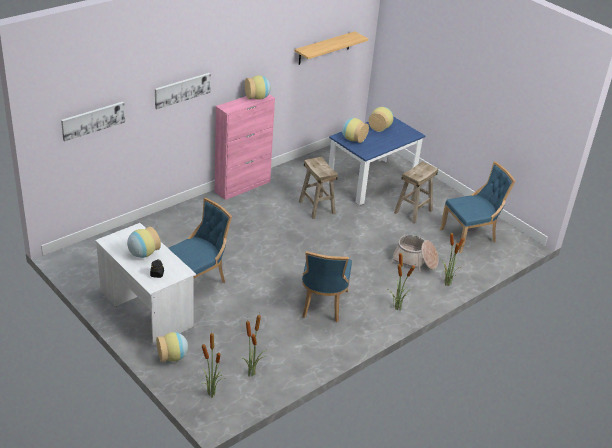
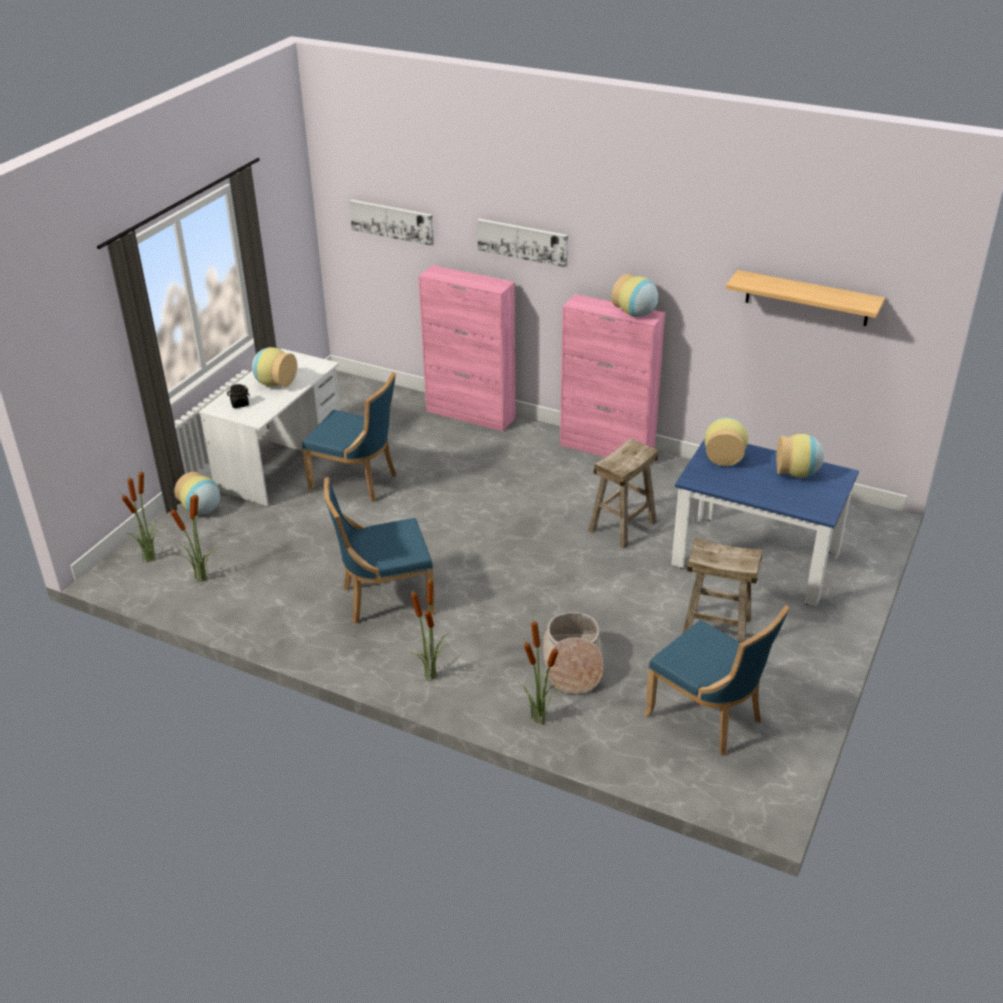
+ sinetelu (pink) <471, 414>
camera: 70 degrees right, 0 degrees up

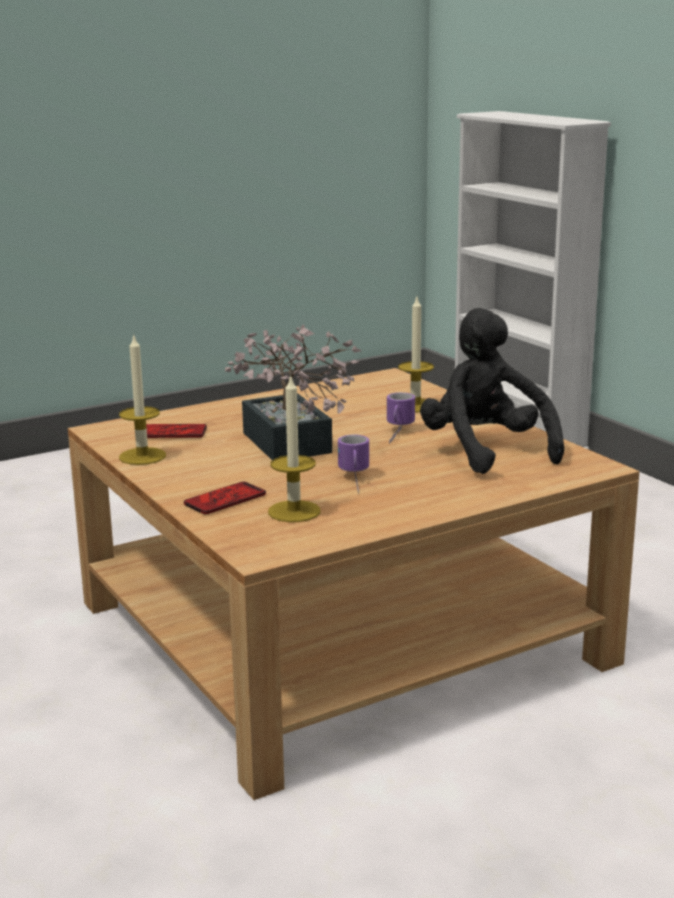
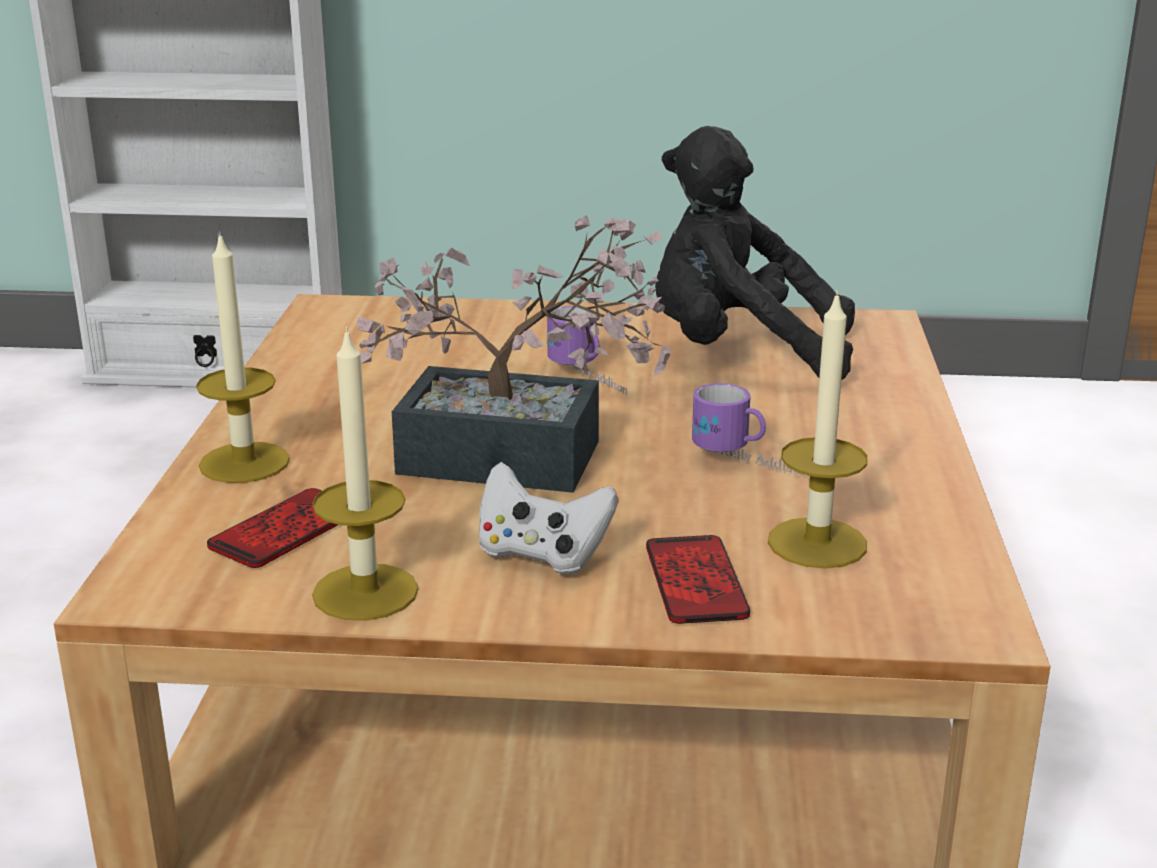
+ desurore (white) <542, 555>
~ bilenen <415, 405> to <244, 463>
camera: 55 degrees left, 5 degrees up

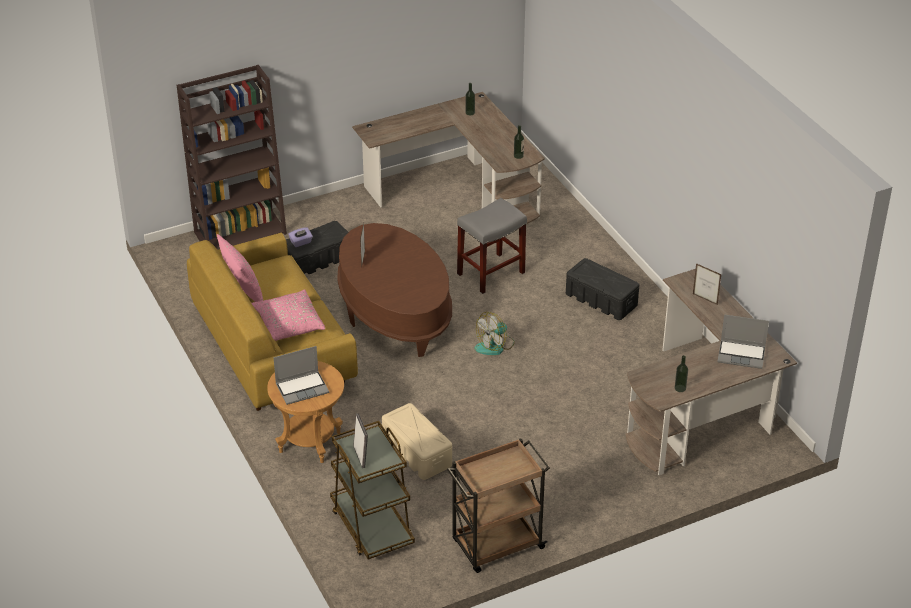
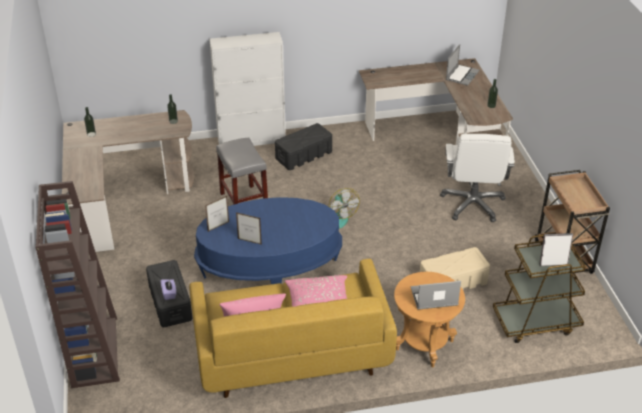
+ sinetelu (white) <252, 140>
+ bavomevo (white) <473, 204>
~ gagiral <705, 299> to <218, 226>
~ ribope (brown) <394, 312> to ribope (blue) <269, 265>
~ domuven <302, 388> = <433, 298> 90 degrees counterclockwise
camera: 75 degrees left, 0 degrees up

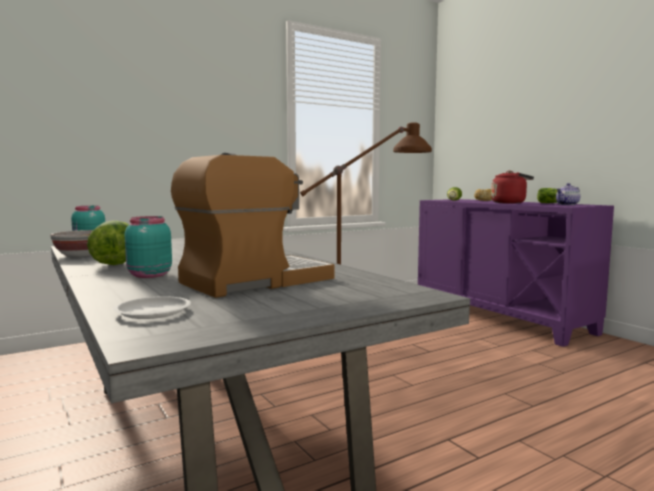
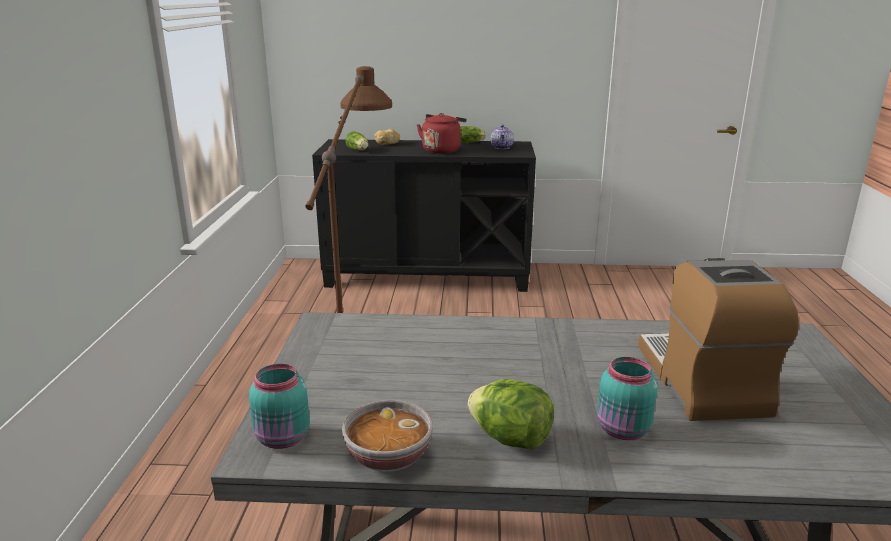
- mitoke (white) <153, 312>
~ sinetelu (purple) <500, 317> to sinetelu (black) <428, 275>
camera: 55 degrees left, 15 degrees up

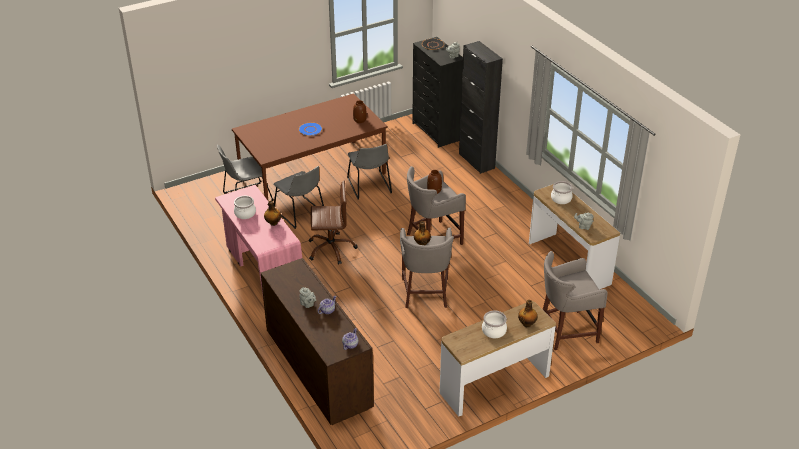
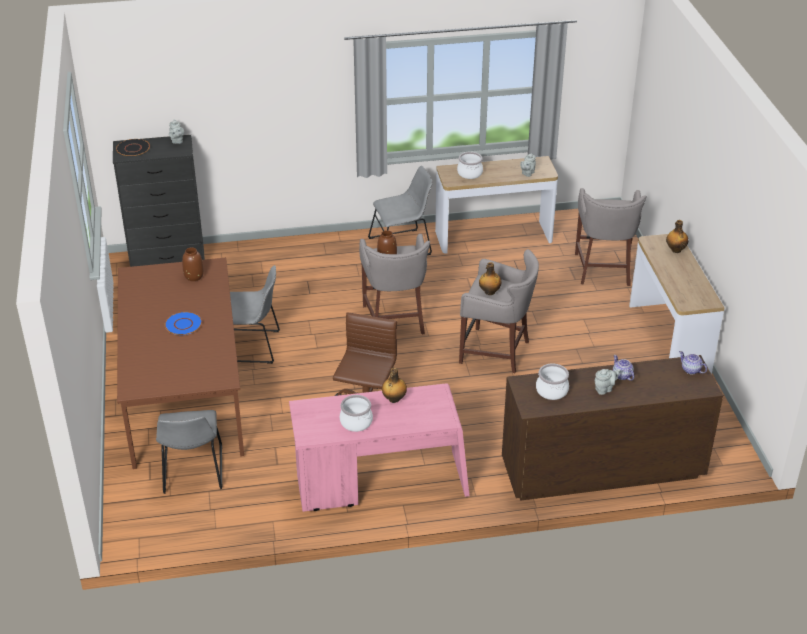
- sinetelu (black) <476, 161>
~ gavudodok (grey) <300, 213> to <402, 246>
~ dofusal <493, 331> to <551, 391>
camera: 70 degrees left, 0 degrees up

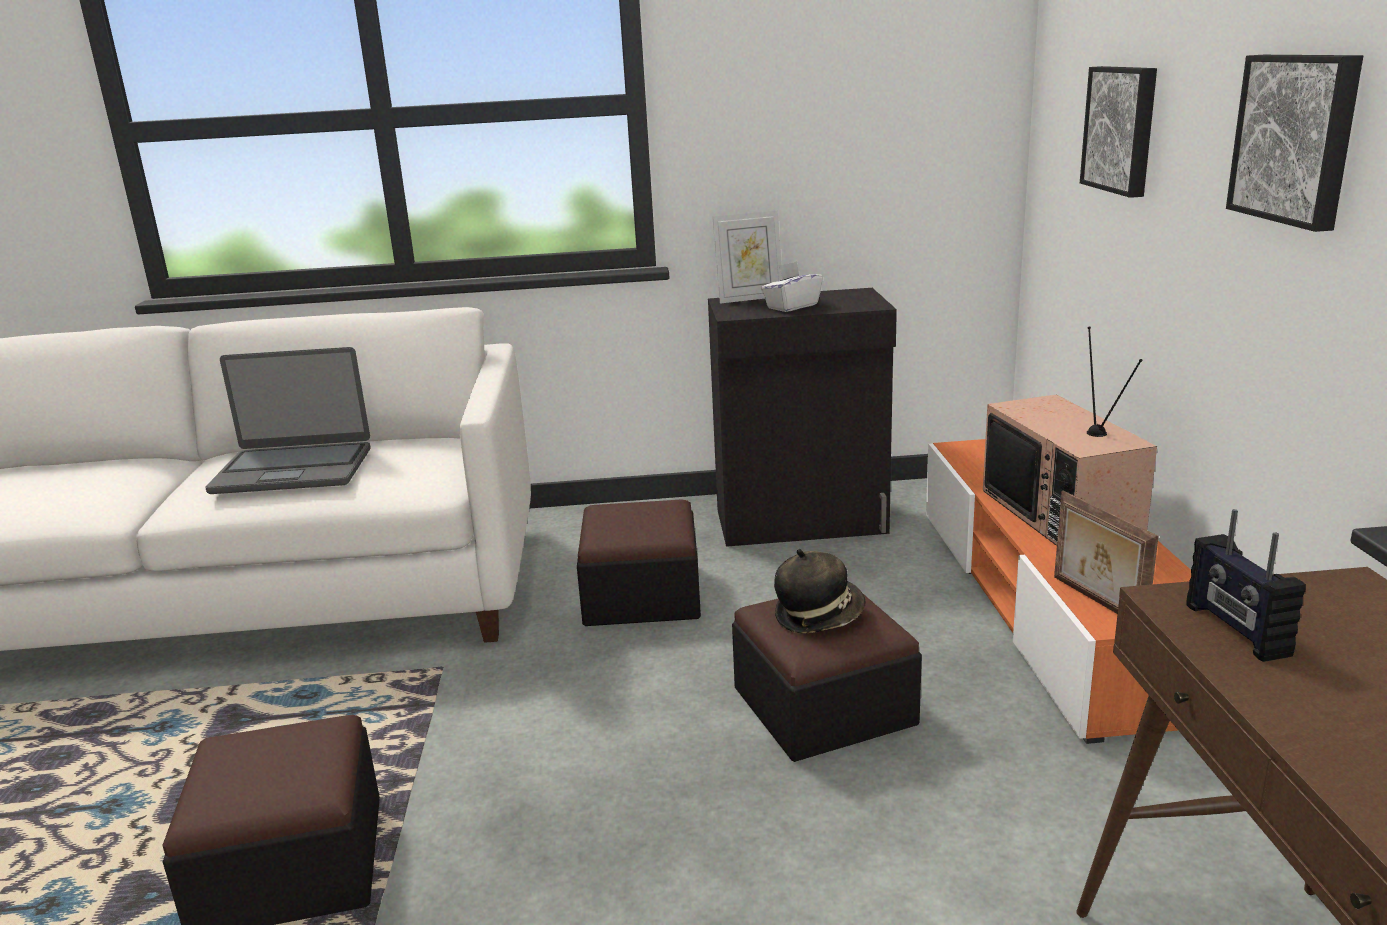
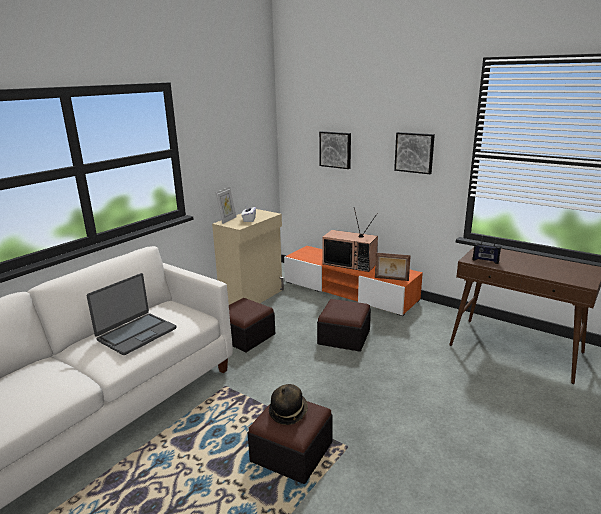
~ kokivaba <818, 616> to <288, 412>
~ sinetelu (black) <802, 522> to sinetelu (beige) <253, 297>
camera: 50 degrees left, 0 degrees up

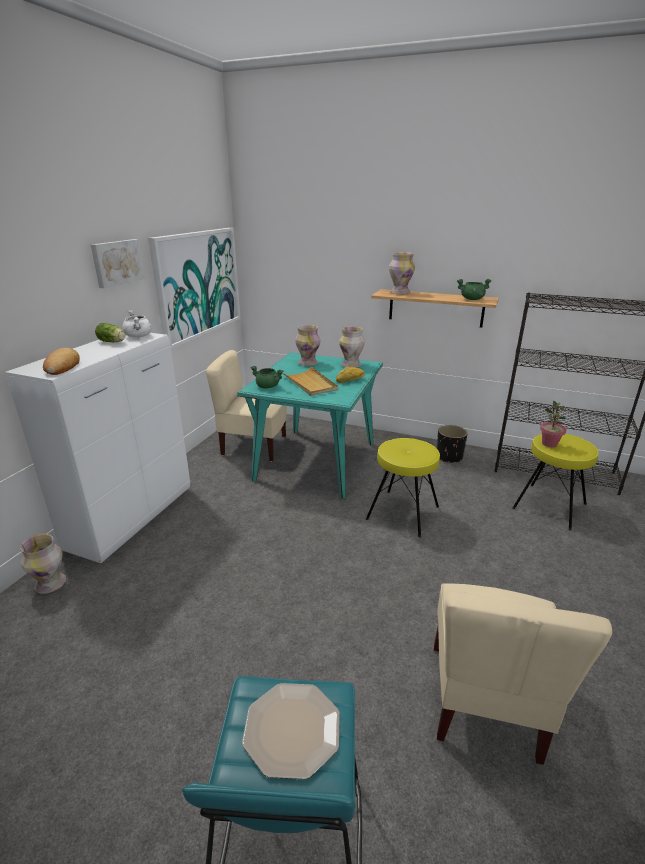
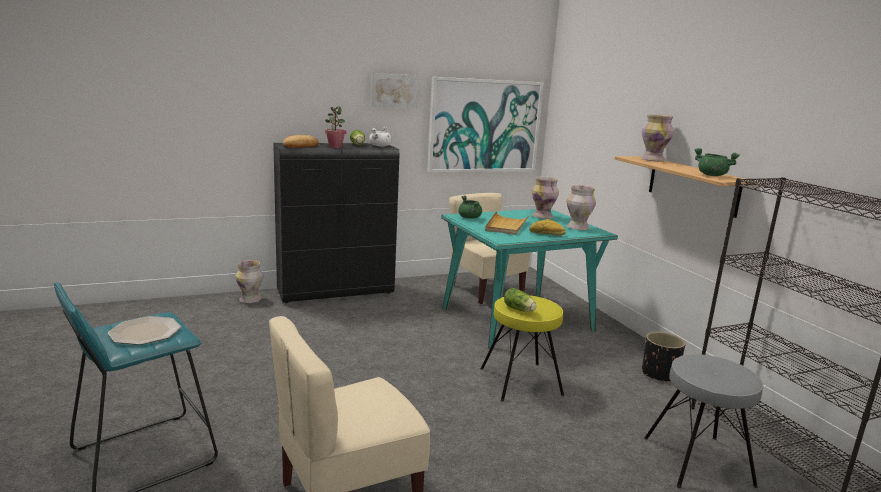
+ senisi <520, 310>
~ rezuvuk <549, 444> to <335, 147>
~ sinetelu (white) <133, 517> to sinetelu (black) <336, 292>
~ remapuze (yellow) <550, 506> to remapuze (grey) <698, 461>
camera: 45 degrees right, 10 degrees down

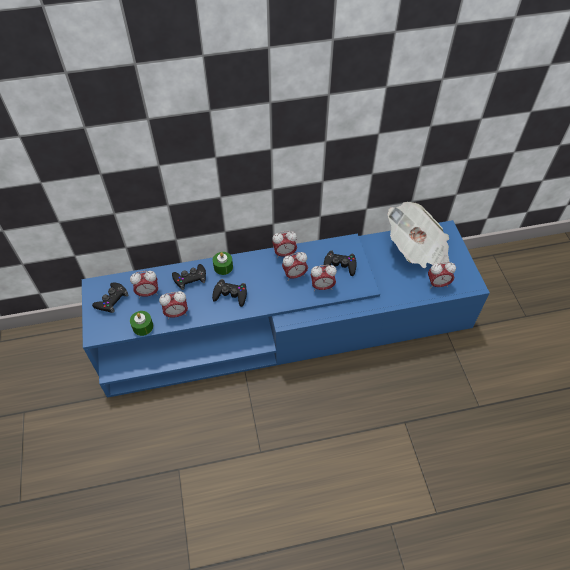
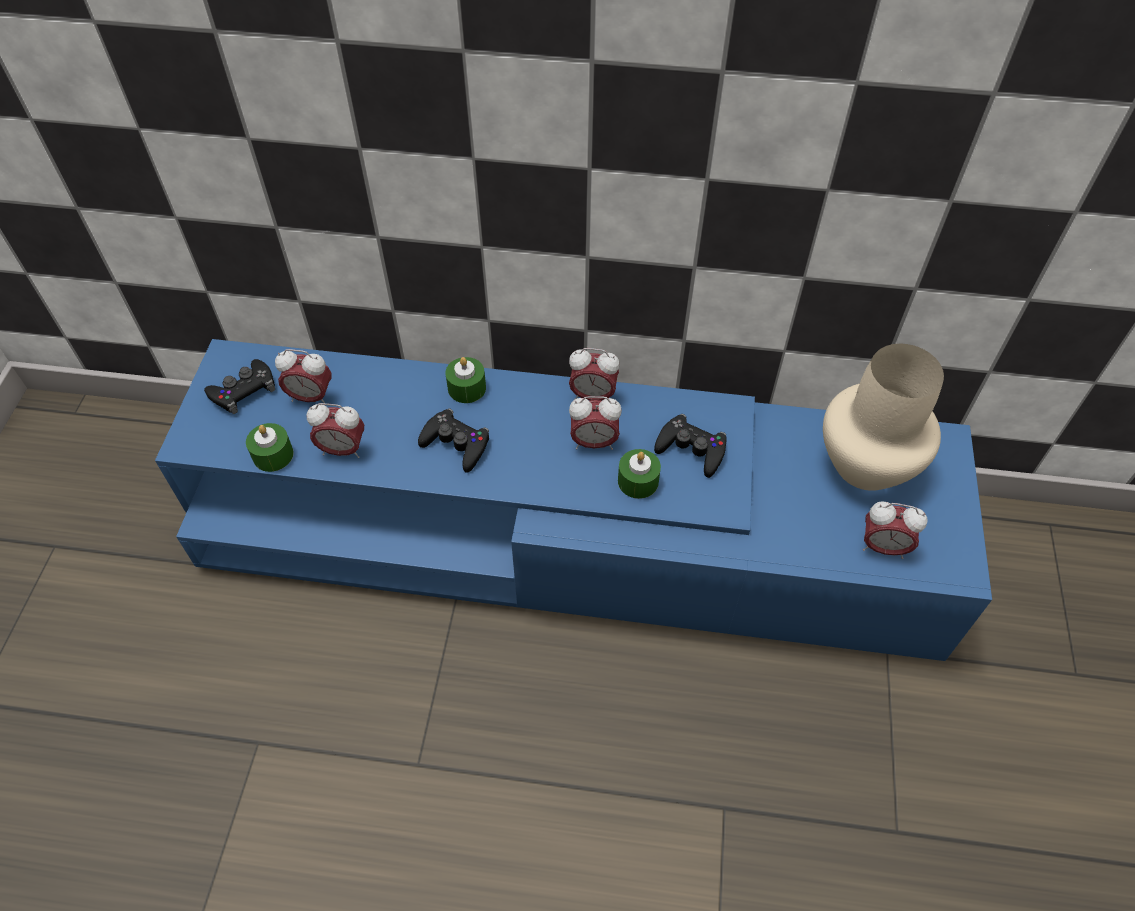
- desurore (black) <190, 278>
~ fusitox <322, 287> to bilenen (green) <638, 481>
~ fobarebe <417, 250> to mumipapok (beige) <868, 464>
camera: 20 degrees right, 0 degrees up

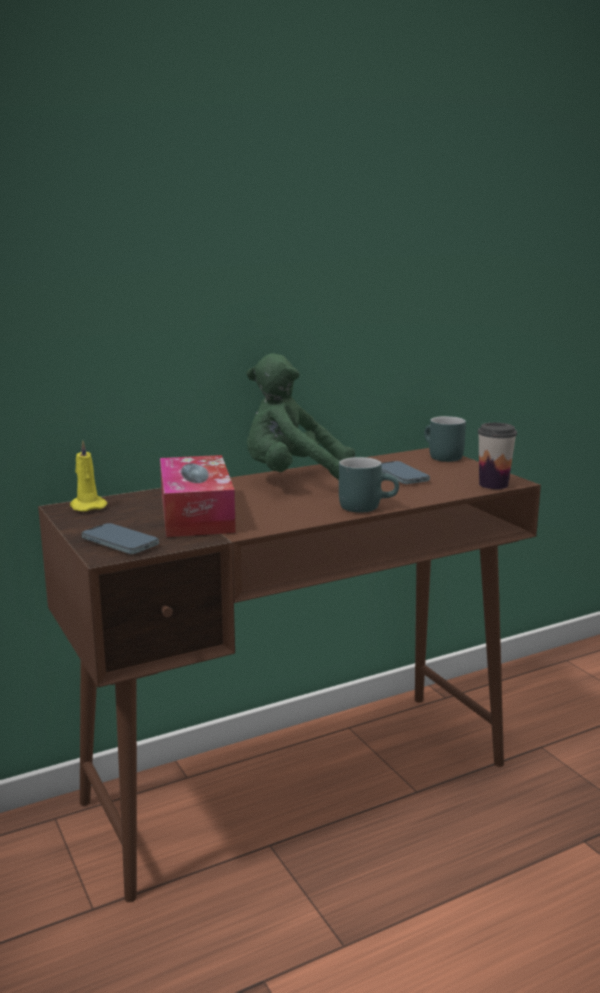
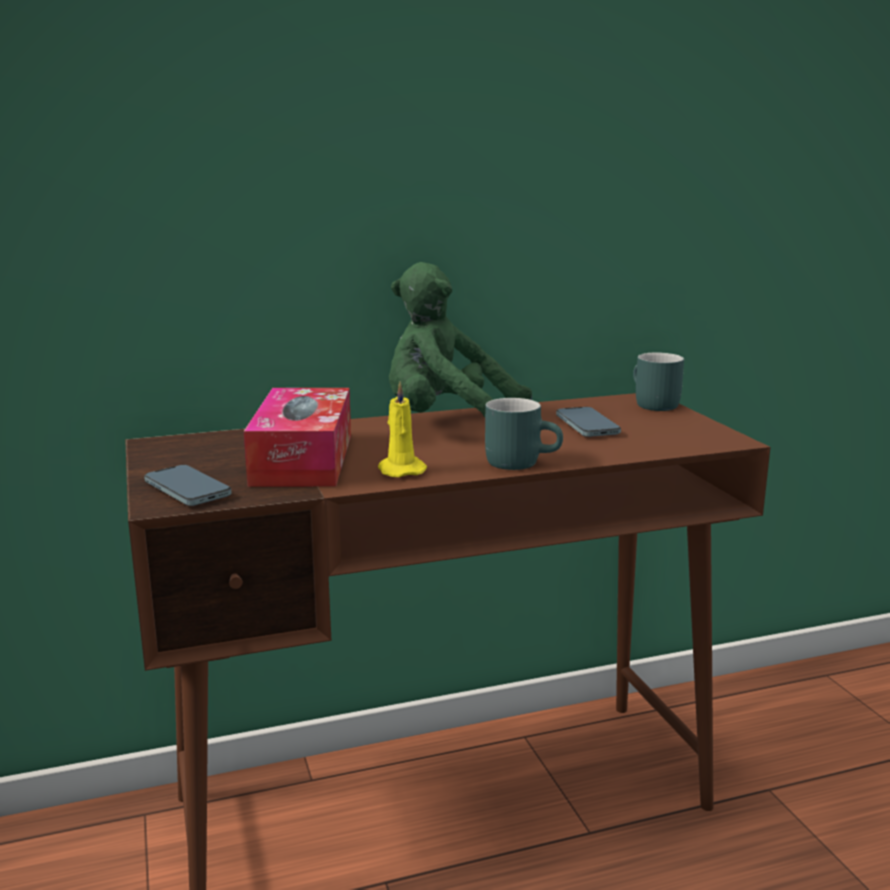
- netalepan <493, 484>
~ bilenen (yellow) <87, 506> to <400, 470>
camera: 10 degrees right, 0 degrees up

